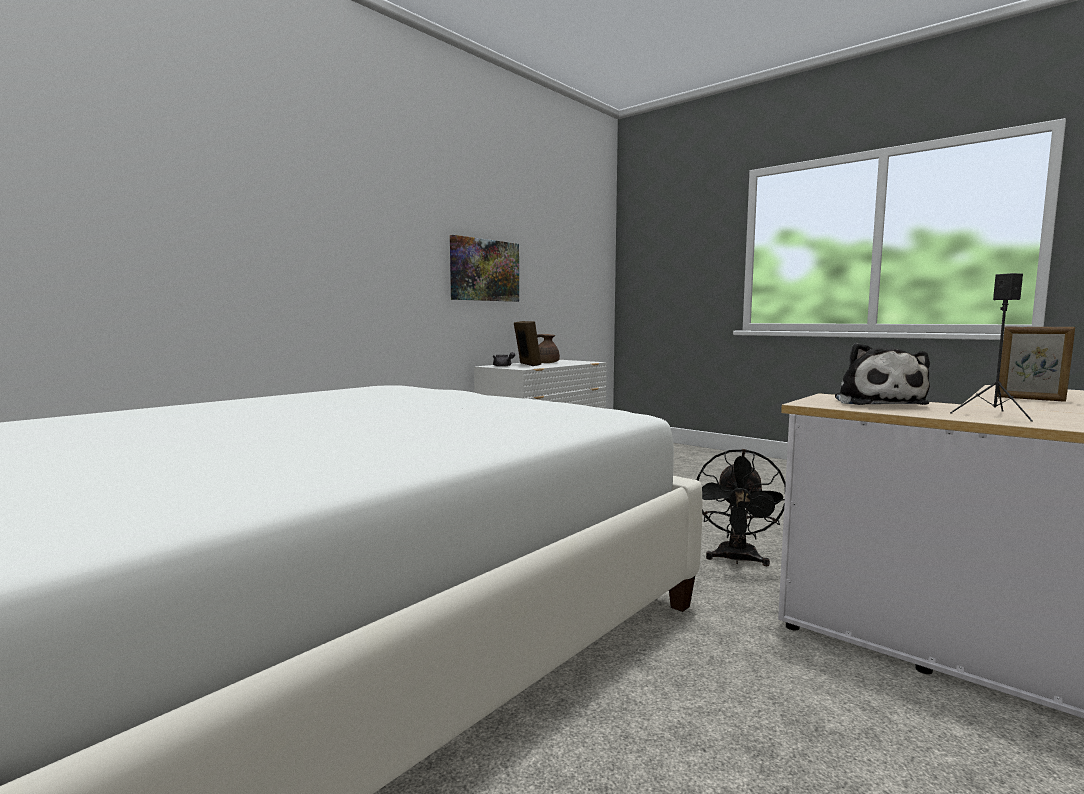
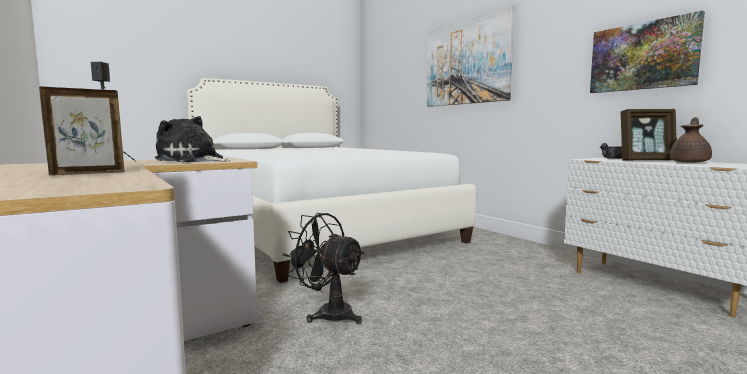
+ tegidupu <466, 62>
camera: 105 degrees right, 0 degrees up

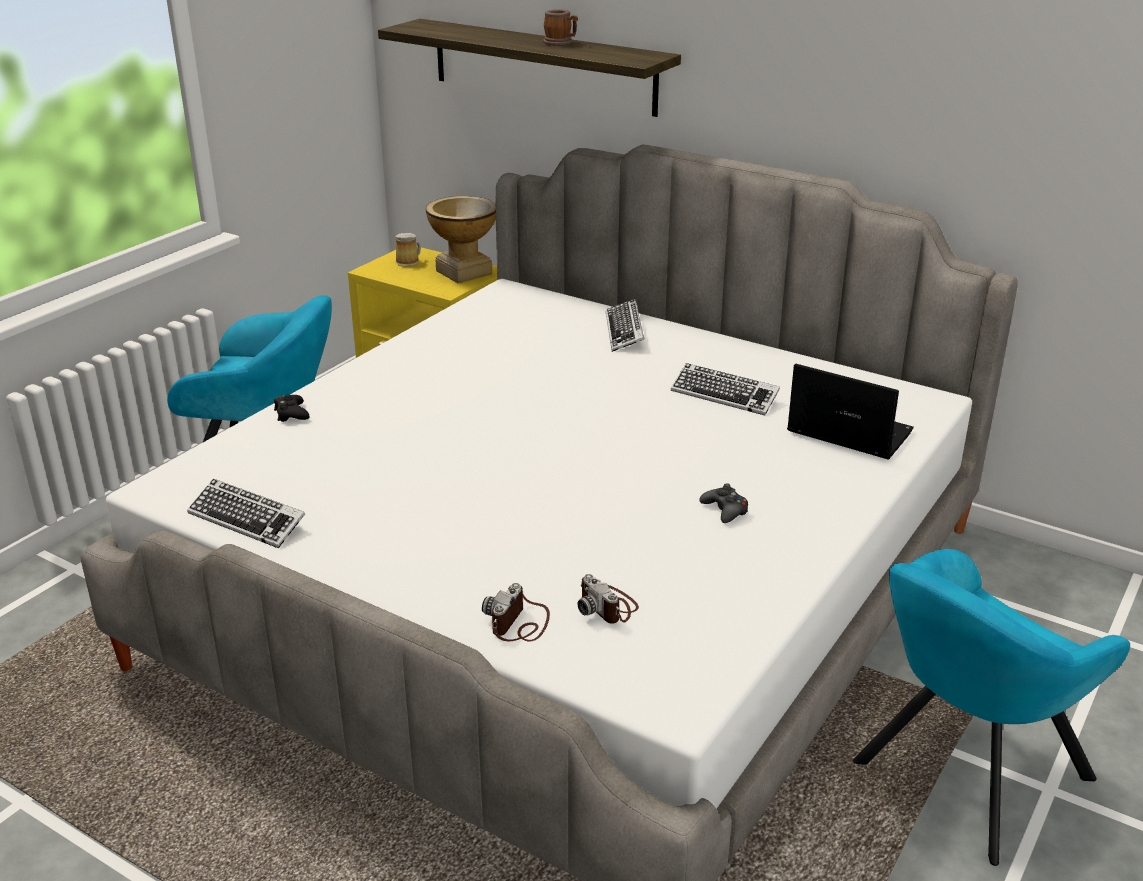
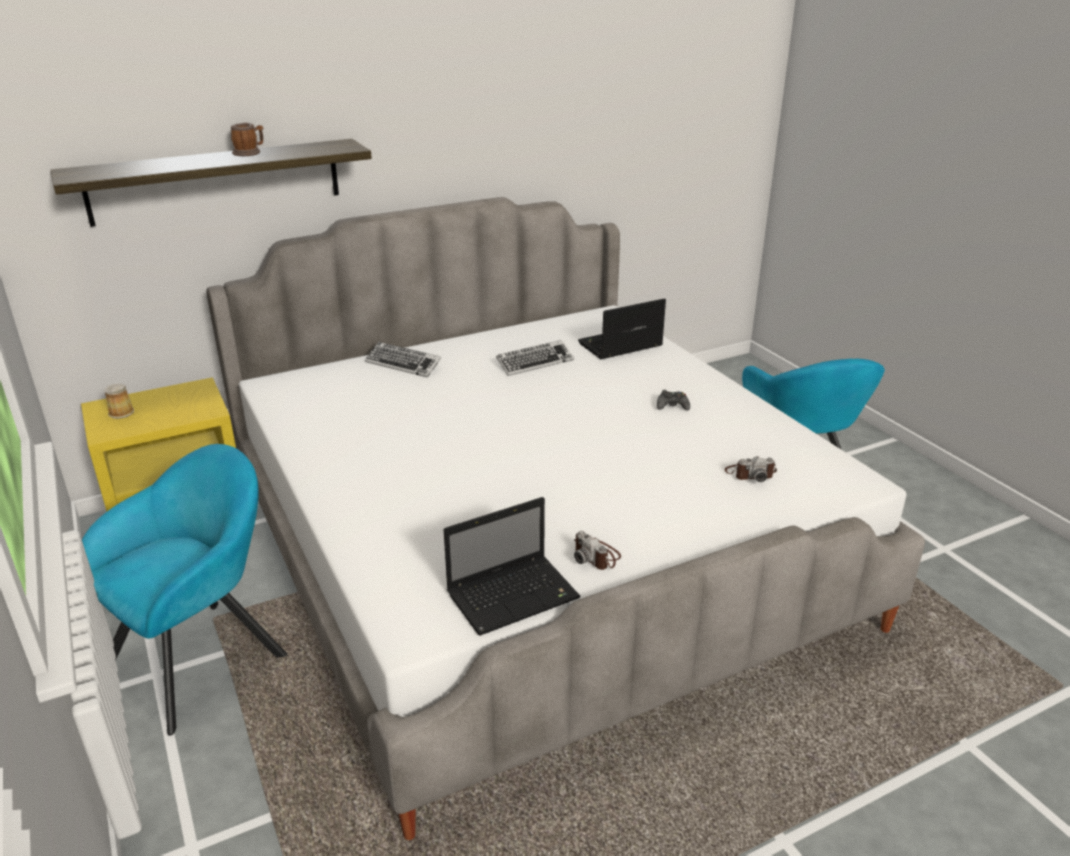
- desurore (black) <291, 414>
- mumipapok <464, 272>
~ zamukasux <519, 624> to <596, 556>
~ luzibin <247, 520> to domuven <515, 595>
camera: 60 degrees left, 0 degrees up

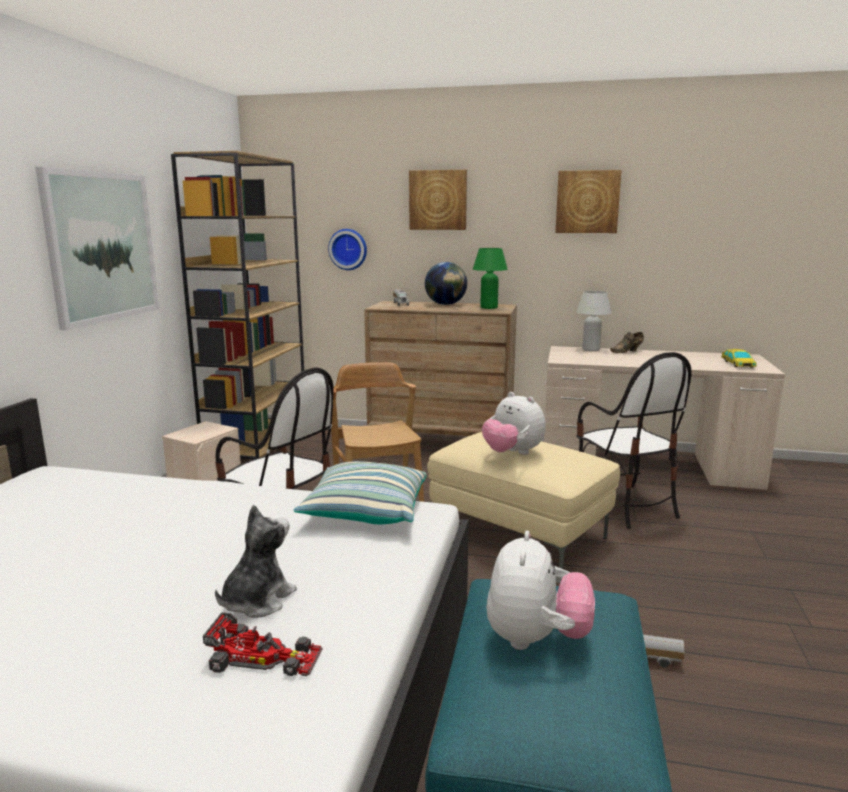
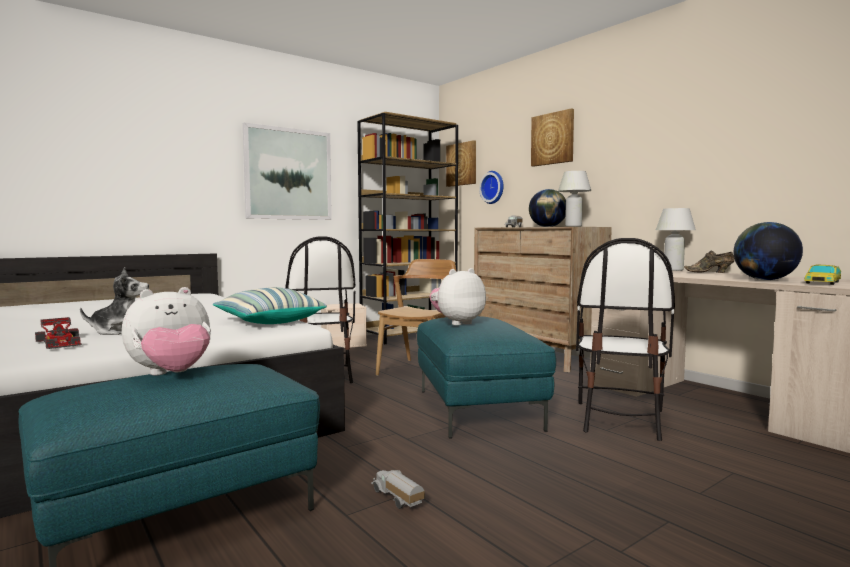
+ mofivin <764, 280>
~ tegidupu <587, 202> to <462, 164>
~ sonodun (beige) <520, 533> to sonodun (turquoise) <479, 409>
~ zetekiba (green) <489, 307> to zetekiba (white) <573, 226>
~ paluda <512, 453> = <457, 323> 60 degrees clockwise
camera: 40 degrees right, 10 degrees down

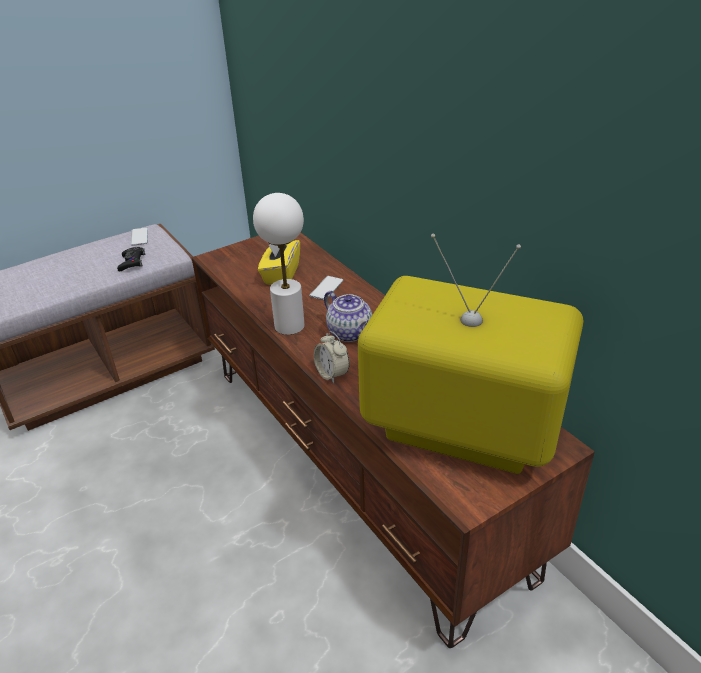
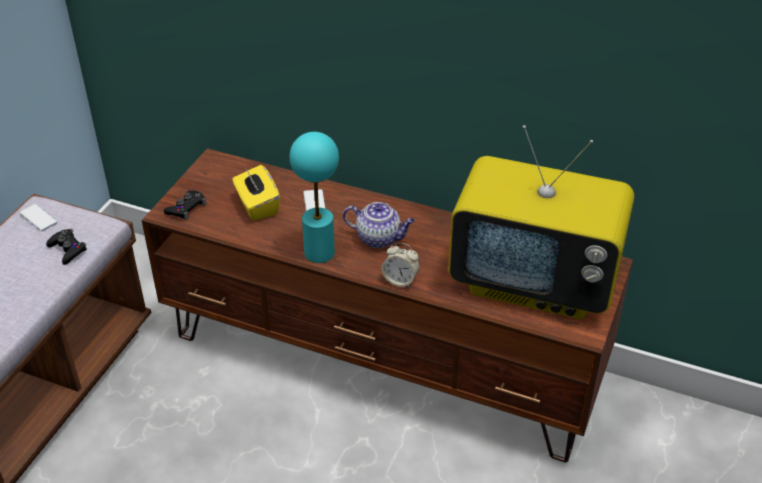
+ desurore (black) <186, 208>
~ zetekiba (white) <290, 325> to zetekiba (turquoise) <319, 252>
~ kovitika <459, 429> = <535, 283> 150 degrees counterclockwise
camera: 35 degrees left, 5 degrees up

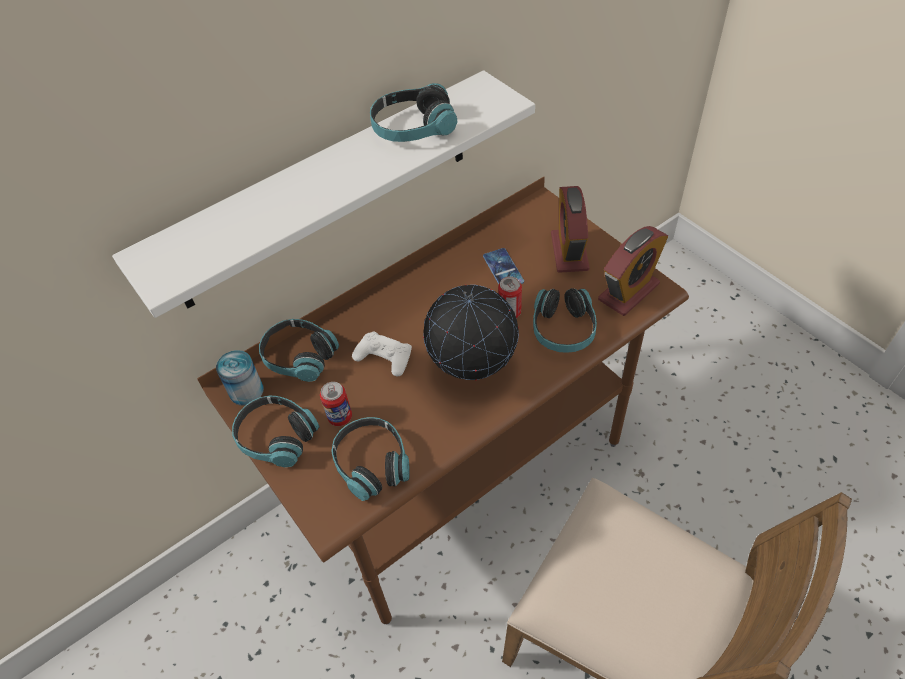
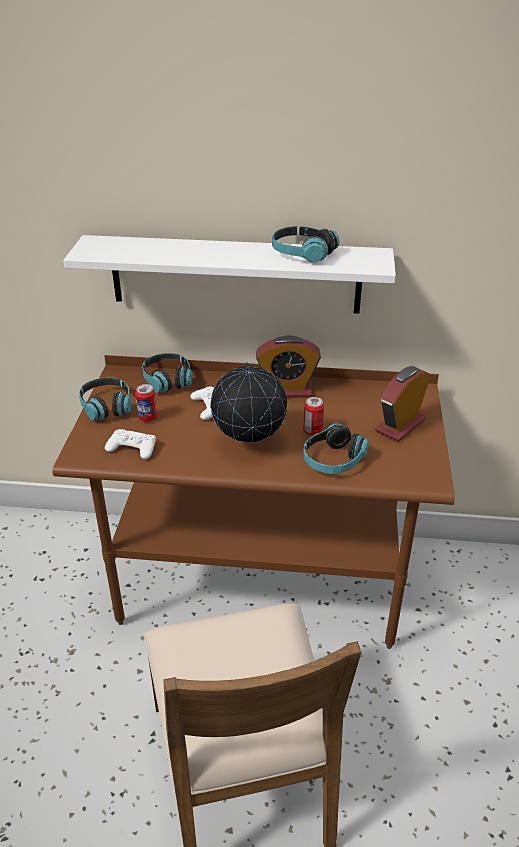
- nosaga <246, 391>
- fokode <503, 269>
~ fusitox <628, 292> to <287, 390>
~ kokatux <372, 463> to desurore (white) <132, 448>
camera: 40 degrees right, 15 degrees down

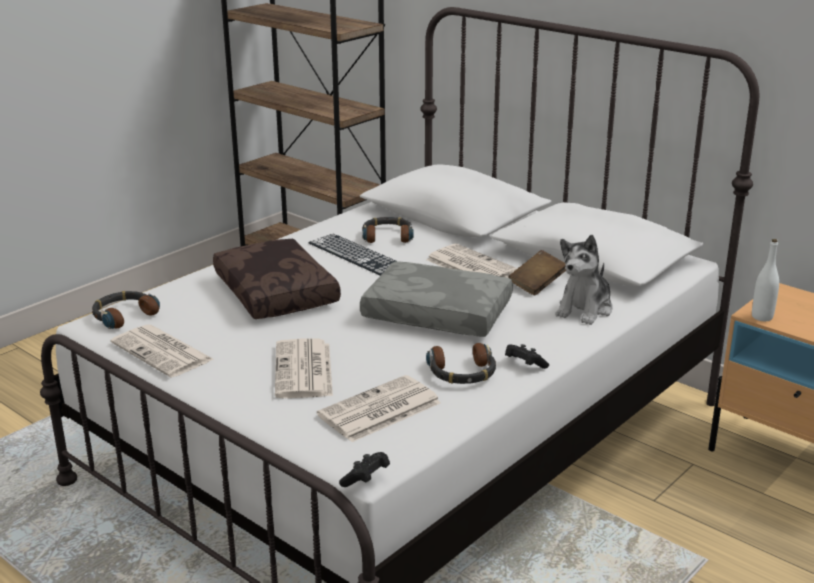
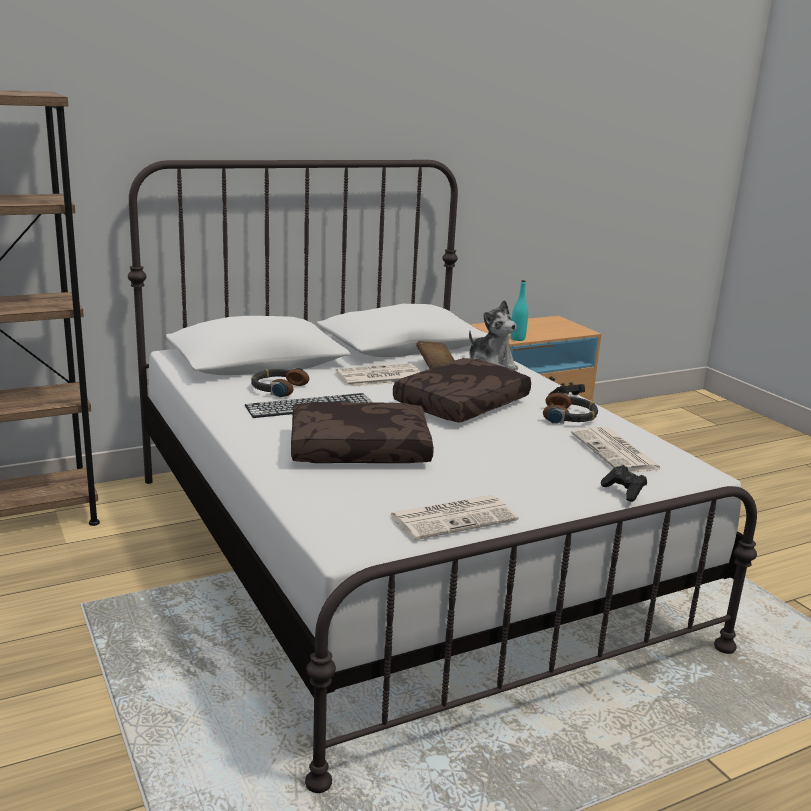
- kokatux <124, 315>
- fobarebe <304, 371>
~ desurore (black) <366, 479> to <624, 491>
~ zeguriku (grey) <435, 315> to zeguriku (brown) <462, 405>
~ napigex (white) <762, 317> to napigex (turquoise) <517, 339>
camera: 70 degrees left, 5 degrees down

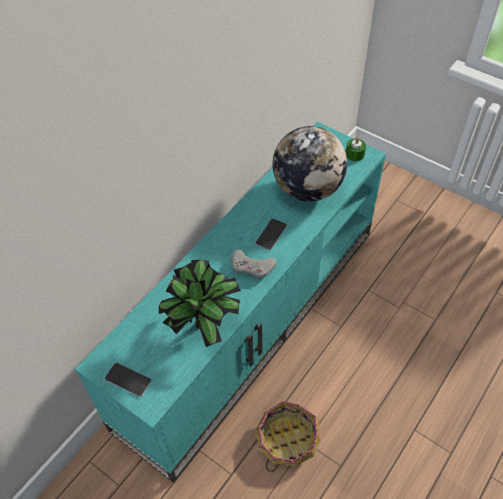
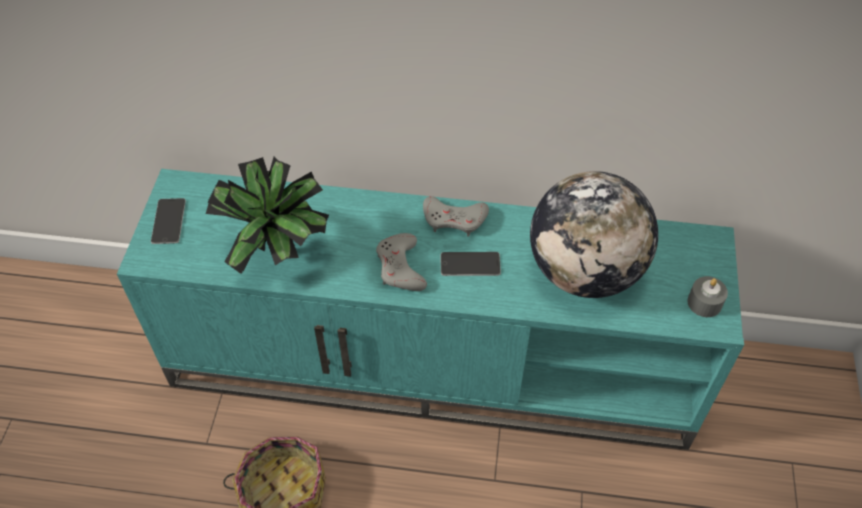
+ desurore (grey) <454, 219>
~ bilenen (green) <355, 154> to bilenen (grey) <704, 303>
camera: 60 degrees right, 0 degrees up

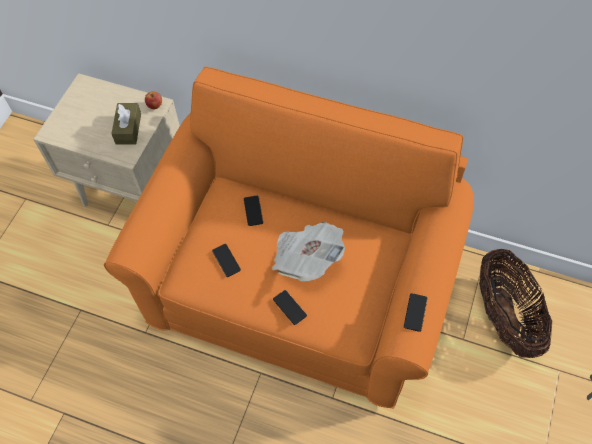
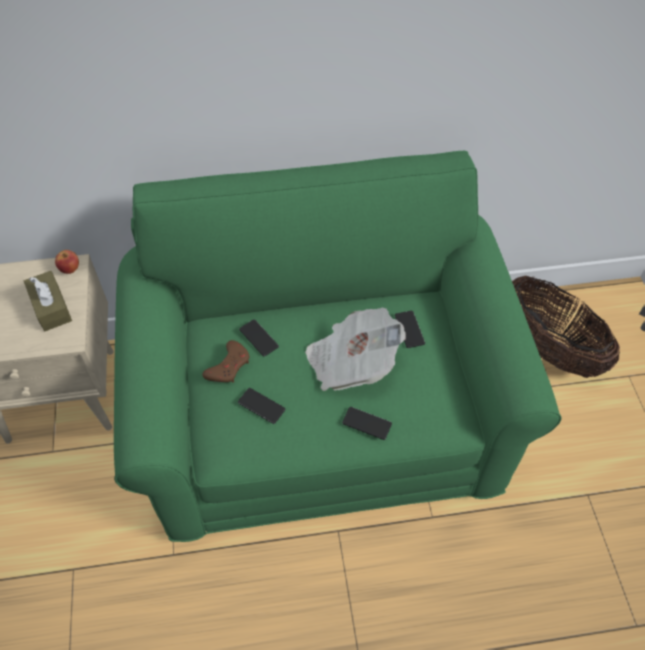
+ desurore (brown) <228, 366>
~ fokode <415, 312> to <409, 329>
~ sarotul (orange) <299, 285> to sarotul (green) <323, 414>
camera: 30 degrees left, 5 degrees down

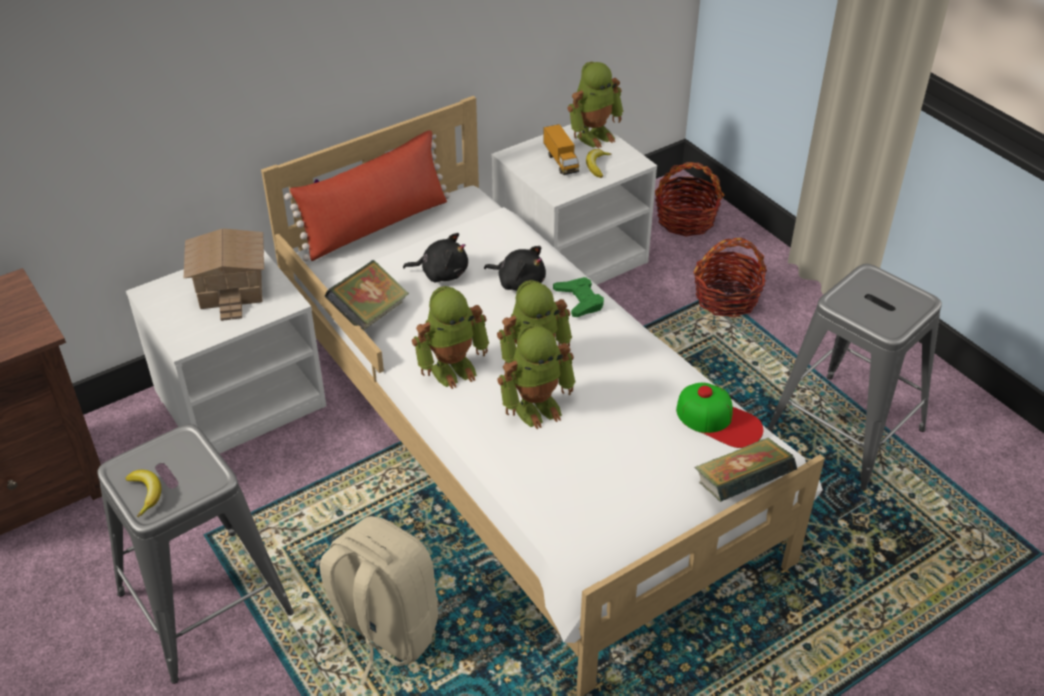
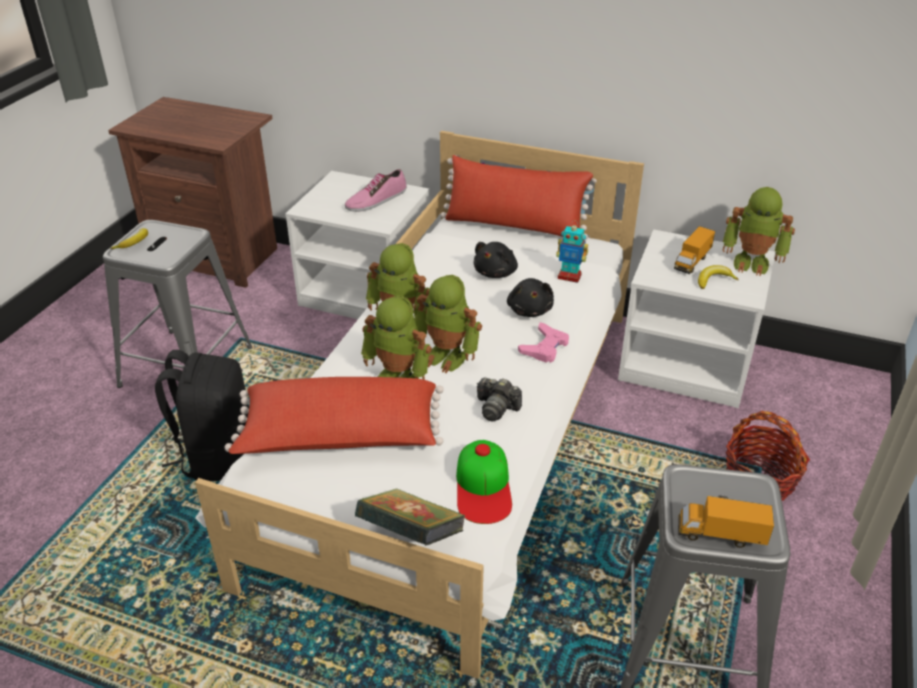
- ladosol <369, 314>
- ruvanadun <685, 220>
+ zeguriku (red) <340, 438>
+ zamukasux <496, 408>
+ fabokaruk <569, 276>
+ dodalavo <720, 535>
~ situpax <233, 286> to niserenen <376, 200>
~ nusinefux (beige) <382, 632> to nusinefux (black) <216, 454>
~ desurore (green) <579, 301> to desurore (pink) <544, 347>
~ paluda (black) <441, 273> = <496, 272> 60 degrees clockwise
camera: 55 degrees right, 5 degrees down

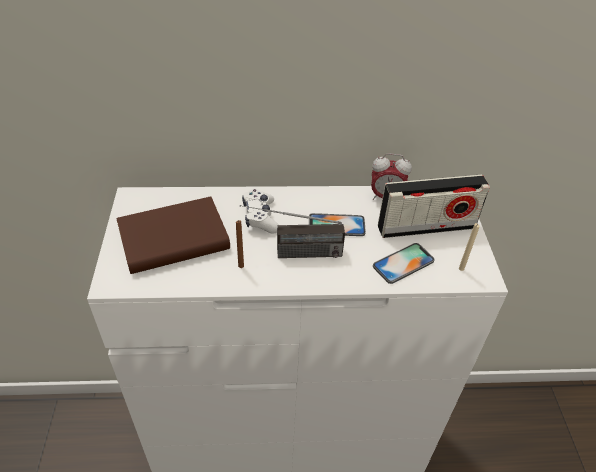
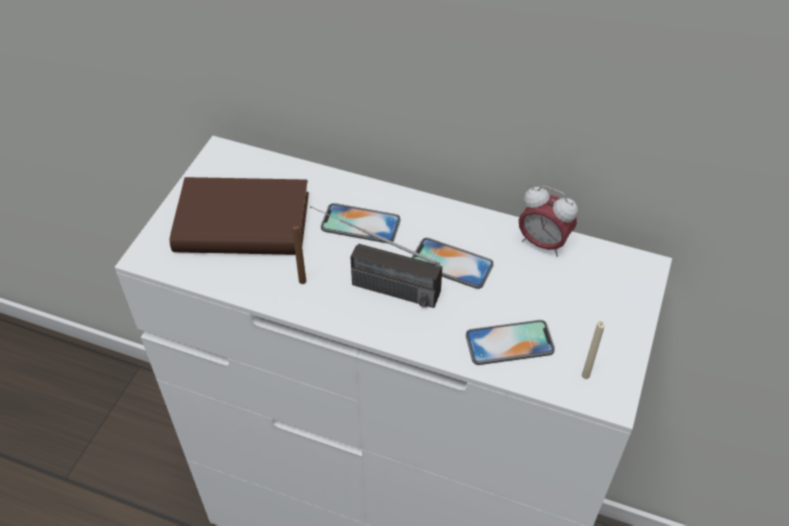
- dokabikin <426, 227>
~ desurore (white) <260, 217> to fokode <360, 224>
camera: 25 degrees right, 5 degrees up

